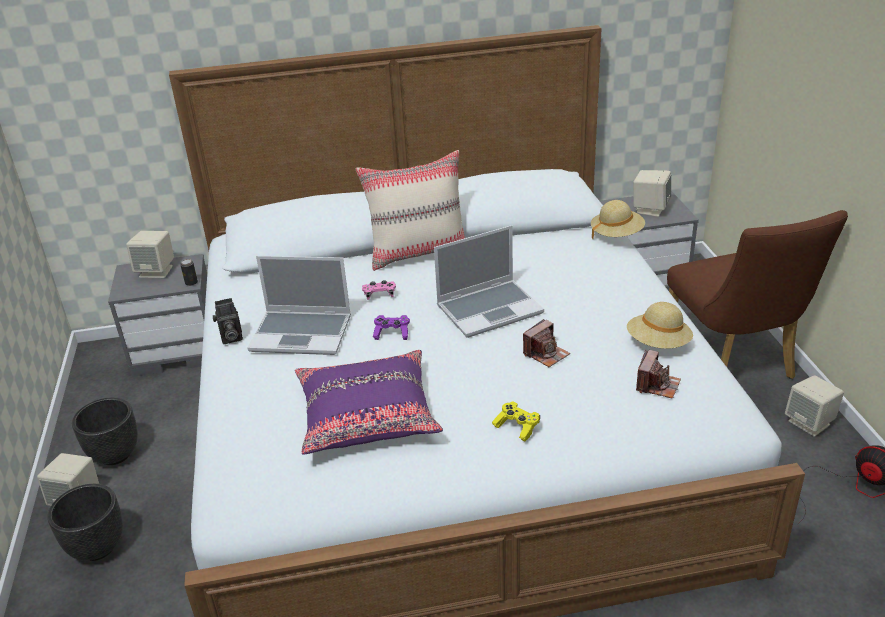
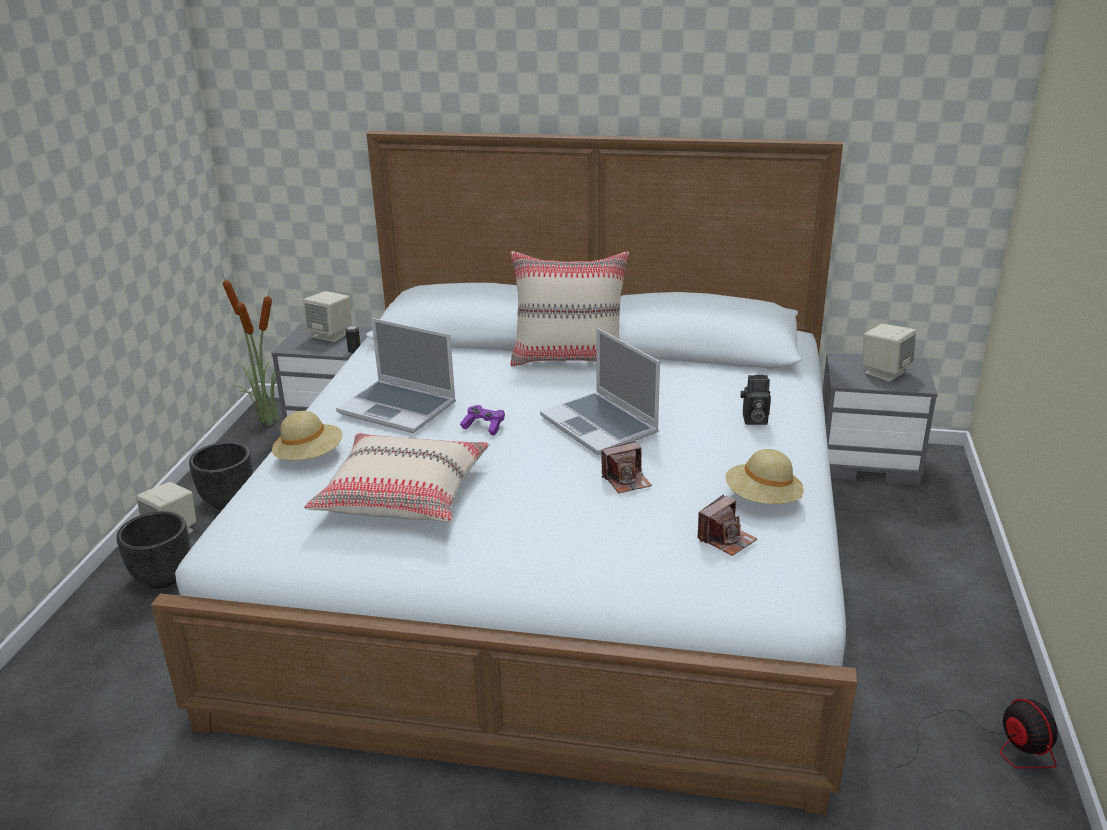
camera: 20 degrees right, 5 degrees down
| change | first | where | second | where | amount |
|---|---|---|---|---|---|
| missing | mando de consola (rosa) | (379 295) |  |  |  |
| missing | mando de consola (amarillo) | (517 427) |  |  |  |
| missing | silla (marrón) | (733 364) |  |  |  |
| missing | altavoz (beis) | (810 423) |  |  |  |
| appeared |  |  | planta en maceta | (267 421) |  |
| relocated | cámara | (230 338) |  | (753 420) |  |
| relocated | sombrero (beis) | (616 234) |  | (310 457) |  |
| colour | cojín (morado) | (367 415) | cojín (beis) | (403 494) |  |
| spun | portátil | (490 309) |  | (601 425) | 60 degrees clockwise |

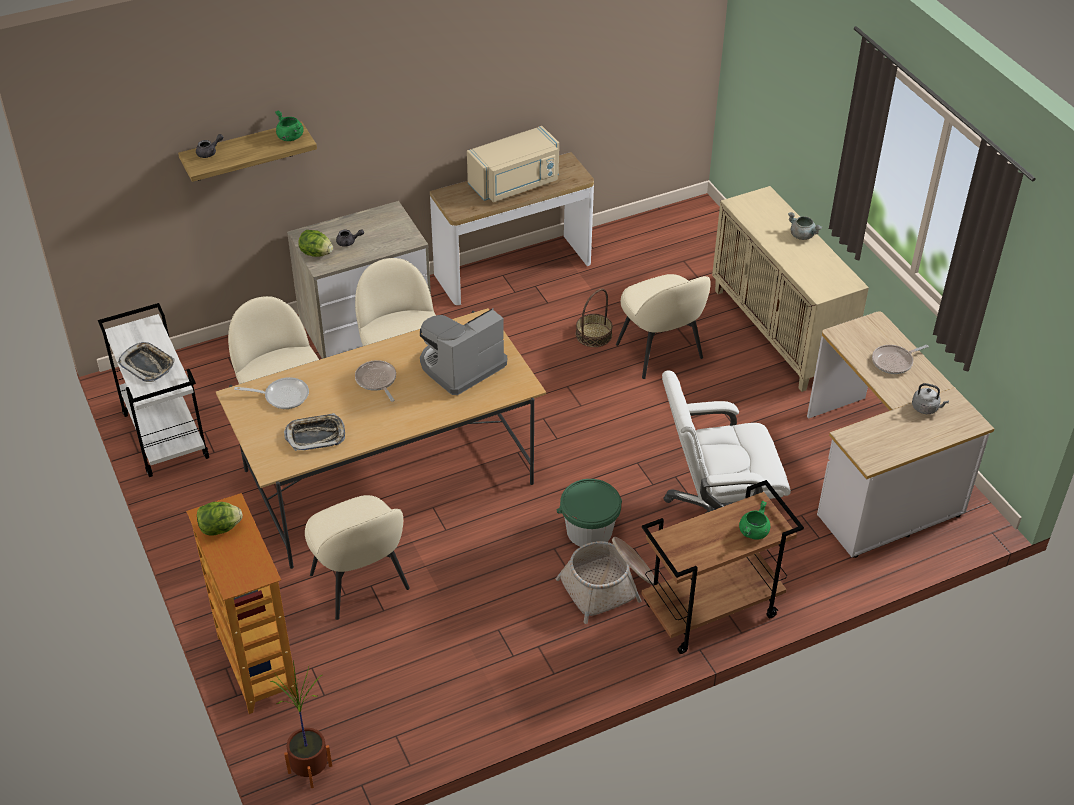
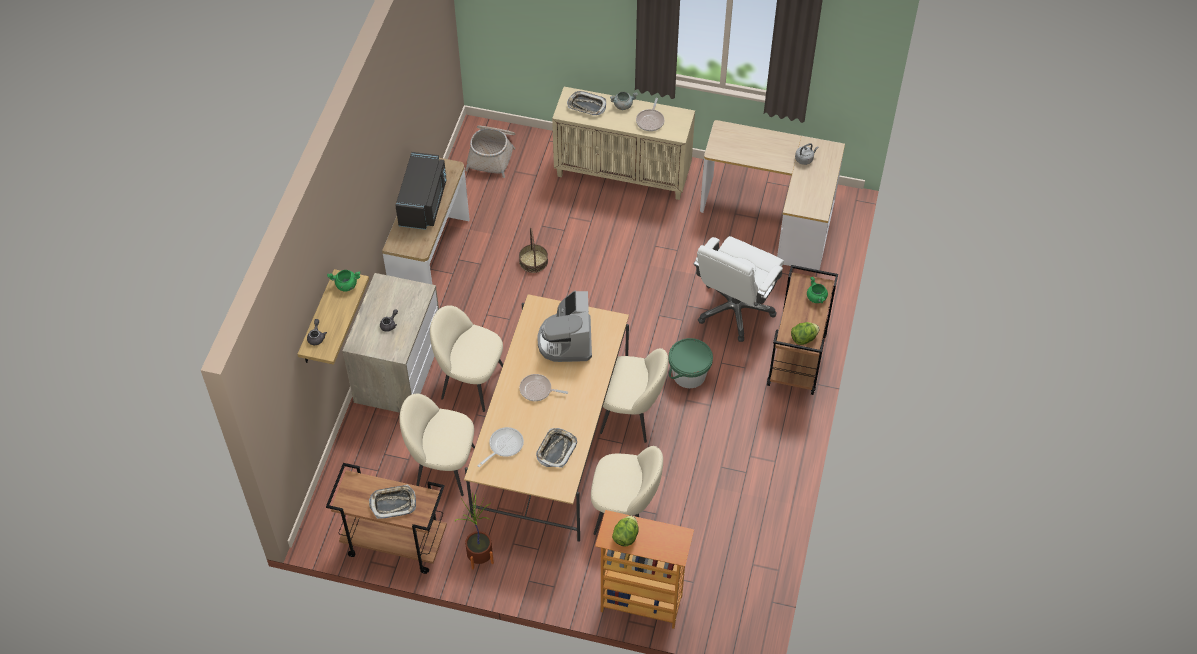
camera: 50 degrees left, 10 degrees up
| change | first | where | second | where | amount |
|---|---|---|---|---|---|
| appeared |  |  | bandeja | (586 106) |  |
| relocated | planta en maceta | (309 769) |  | (480 557) |  |
| relocated | lechuga | (316 253) |  | (803 338) |  |
| relocated | cesta | (608 586) |  | (492 154) |  |
| relocated | silla (beis) | (660 353) |  | (631 415) |  |
| relocated | sartén | (894 362) |  | (650 121) |  |
| colour | carrito (blanco) | (164 435) | carrito (marrón) | (394 544) |  |
| colour | microondas (beis) | (515 184) | microondas (negro) | (424 203) |  |

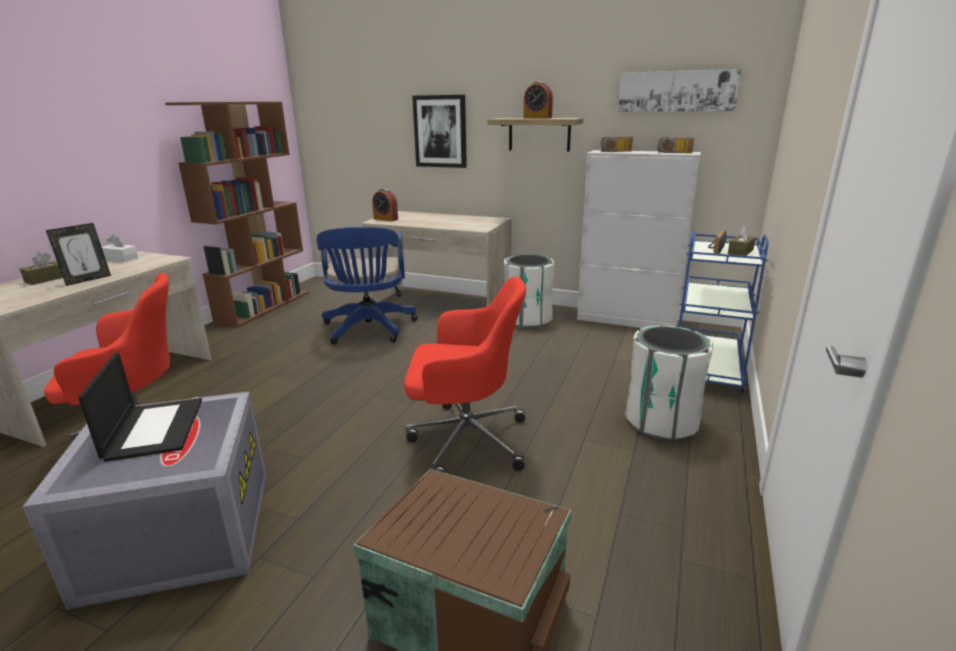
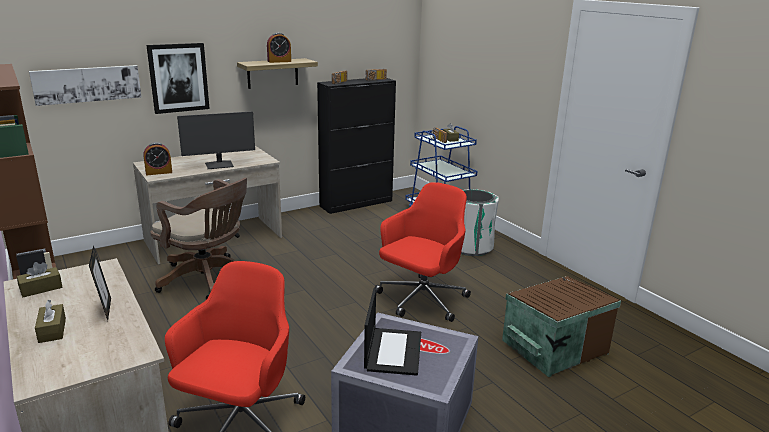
camera: 55 degrees left, 0 degrees up
| change | first | where | second | where | amount |
|---|---|---|---|---|---|
| missing | papelera (blanco) | (527 319) |  |  |  |
| appeared |  |  | monitor | (219 165) |  |
| relocated | cuadro | (677 91) |  | (87 84) |  |
| colour | caja de pañuelos (blanco) | (121 259) | caja de pañuelos (marrón) | (41 288) |  |
| colour | silla de oficina (azul) | (369 330) | silla de oficina (marrón) | (209 280) |  |
| colour | armario (blanco) | (627 320) | armario (negro) | (356 203) |  |
| spun | portátil | (154 428) |  | (392 351) | 75 degrees clockwise |

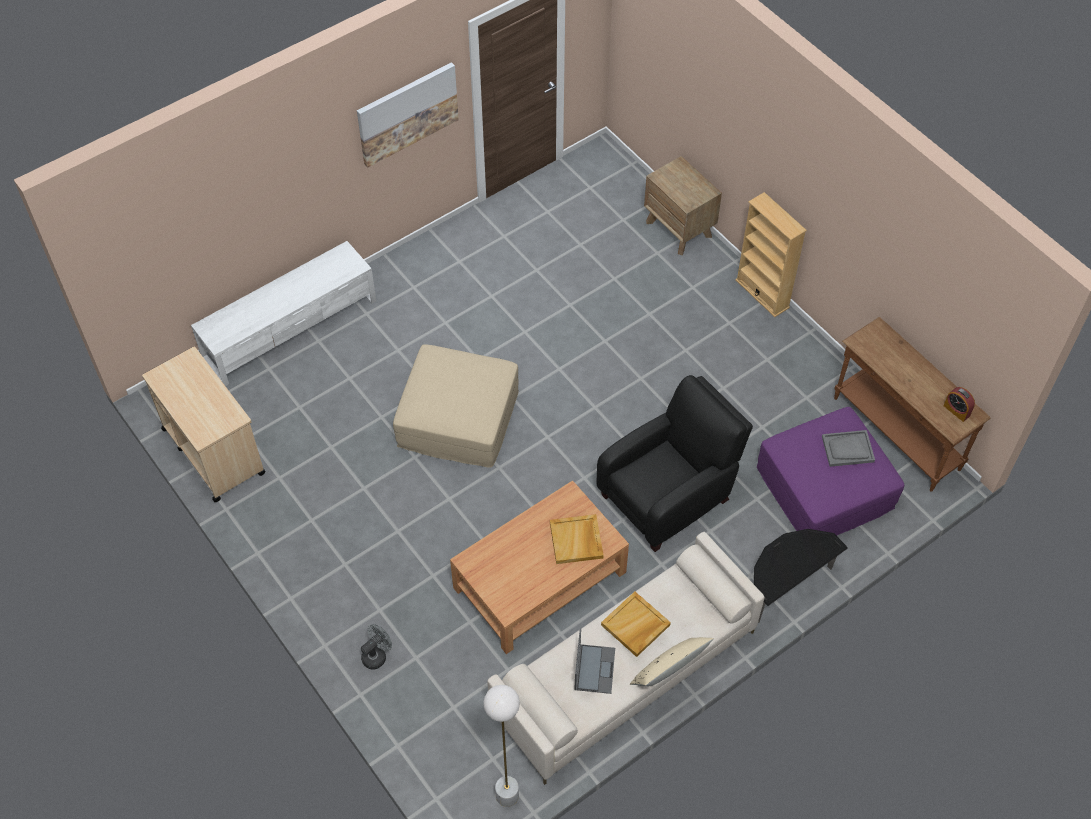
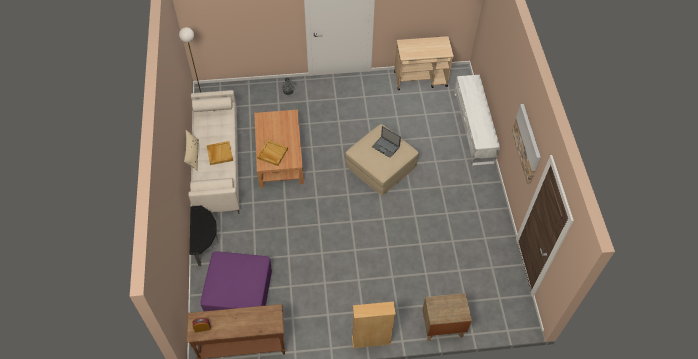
camera: 120 degrees right, 0 degrees up
| change | first | where | second | where | amount |
|---|---|---|---|---|---|
| missing | sillón (negro) | (669 495) |  |  |  |
| missing | bandeja (gris) | (847 449) |  |  |  |
| relocated | portátil | (594 668) |  | (386 147) |  |

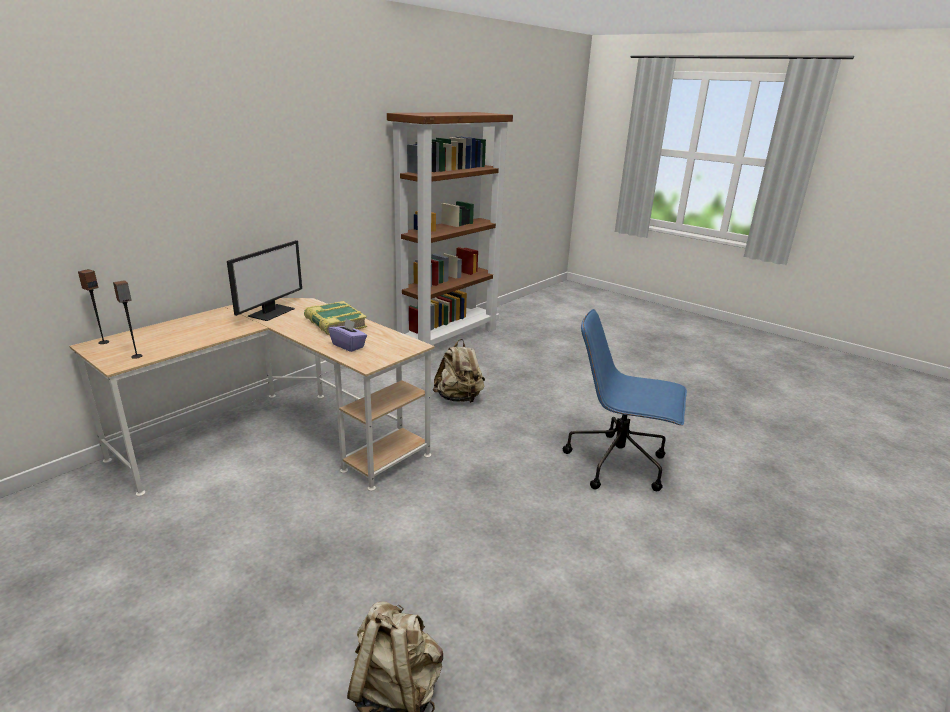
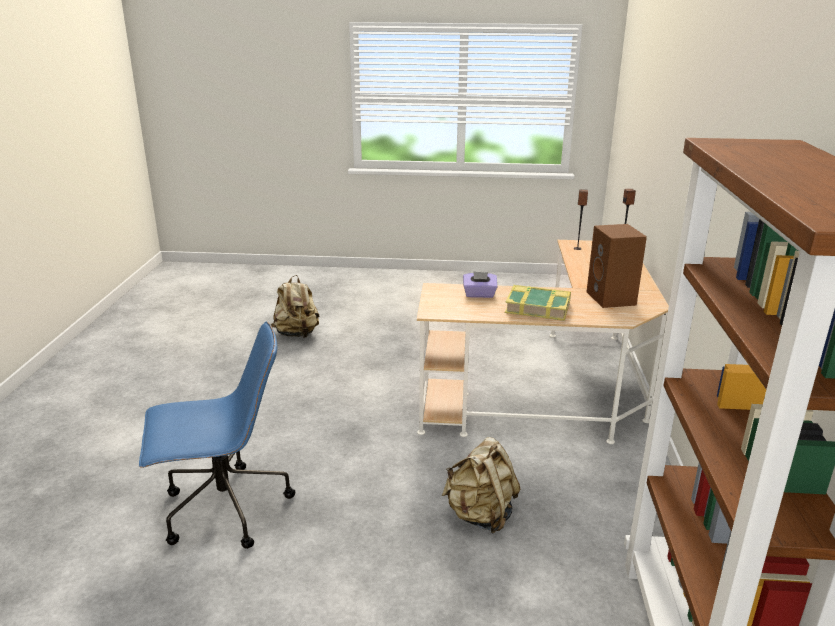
camera: 145 degrees right, 0 degrees up
| change | first | where | second | where | amount |
|---|---|---|---|---|---|
| exchanged | monitor | (271 312) | altavoz (marrón) | (612 299) |  |

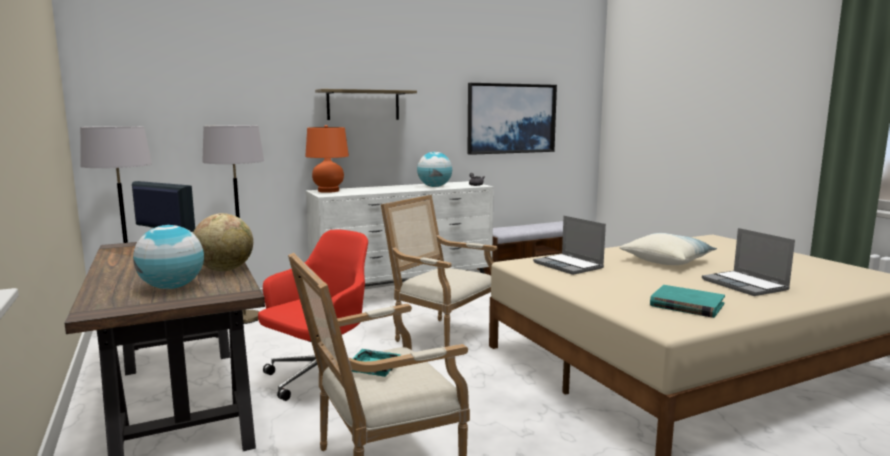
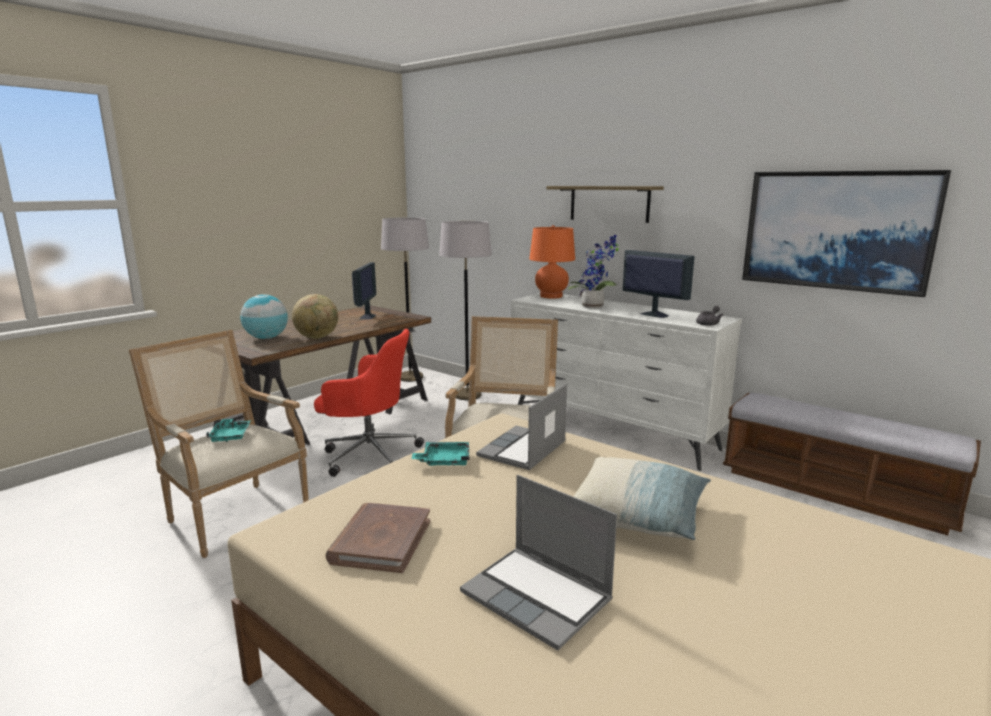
camera: 65 degrees right, 5 degrees up
| change | first | where | second | where | amount |
|---|---|---|---|---|---|
| appeared |  |  | bandeja (turquesa) | (444 461) |  |
| appeared |  |  | planta en maceta | (595 307) |  |
| exchanged | globo terráqueo | (434 186) | monitor | (653 314) |  |
| colour | libro (turquesa) | (686 305) | libro (marrón) | (381 541) |  |
| spun | portátil | (746 285) |  | (539 597) | 90 degrees counterclockwise |

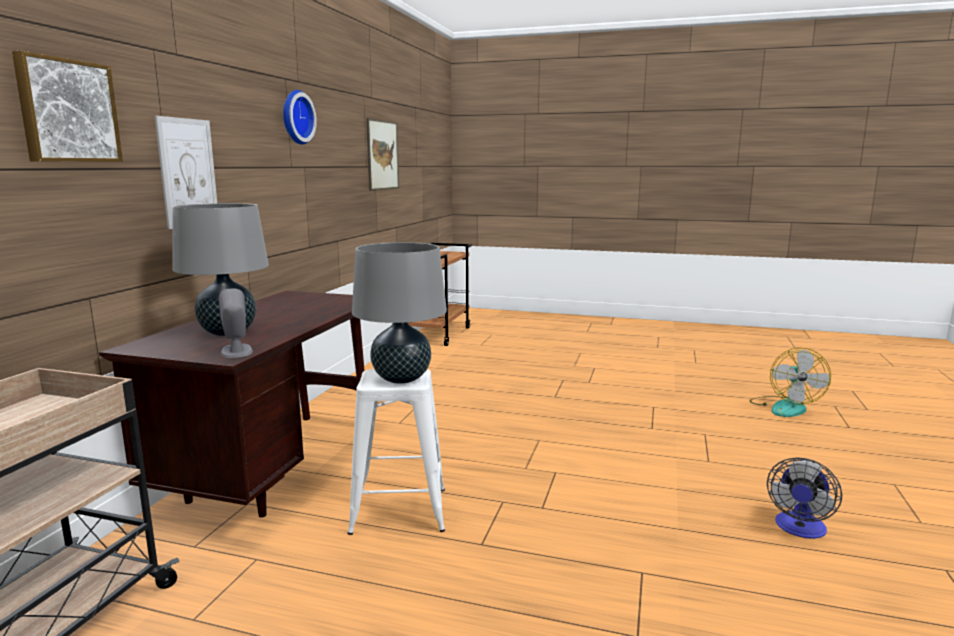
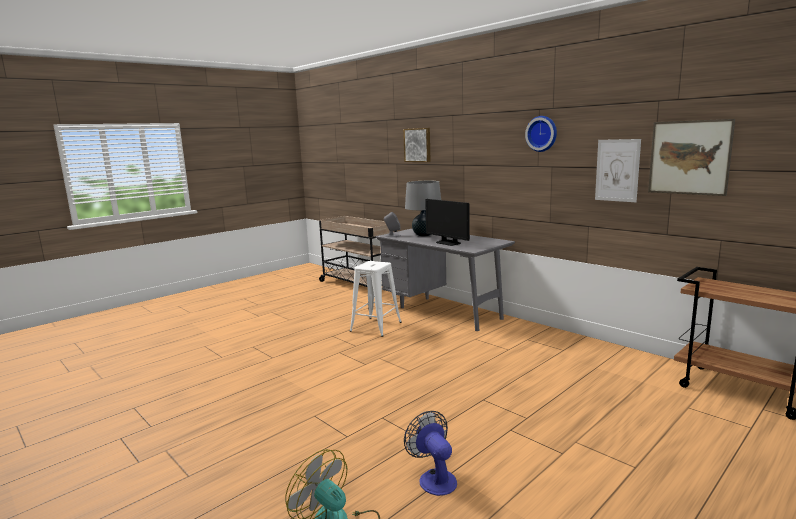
camera: 120 degrees right, 0 degrees up
| change | first | where | second | where | amount |
|---|---|---|---|---|---|
| missing | lámpara de mesa (gris) | (401 378) |  |  |  |
| appeared |  |  | monitor | (448 243) |  |
| relocated | cuadro | (188 173) |  | (617 170) |  |
| relocated | ventilador | (799 529) |  | (434 478) |  |
| colour | escritorio (marrón) | (277 467) | escritorio (gris) | (443 311) |  |

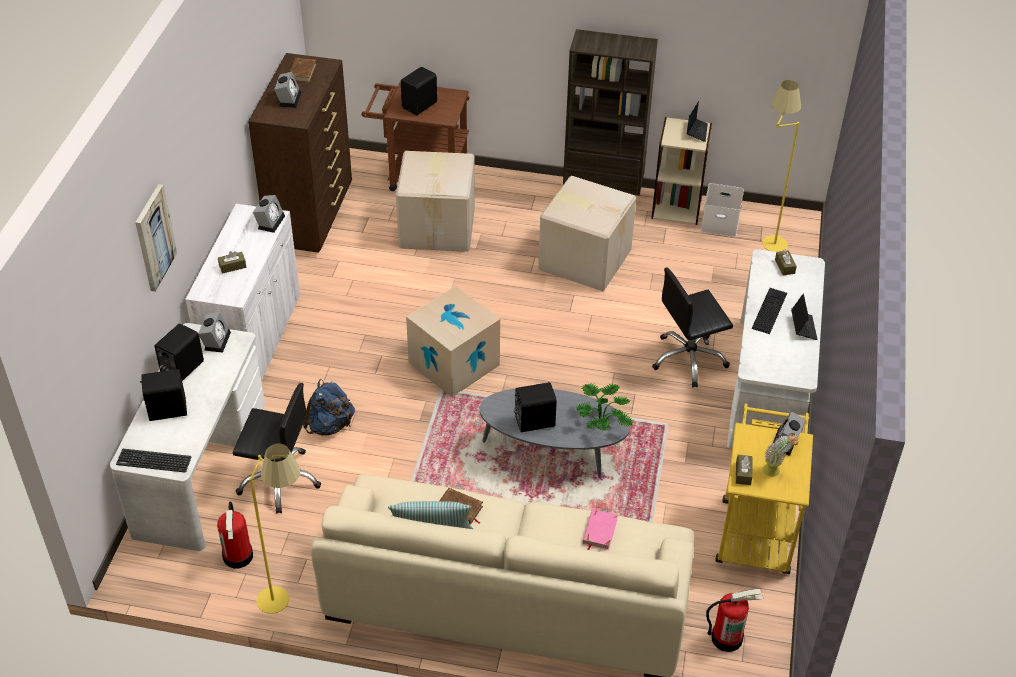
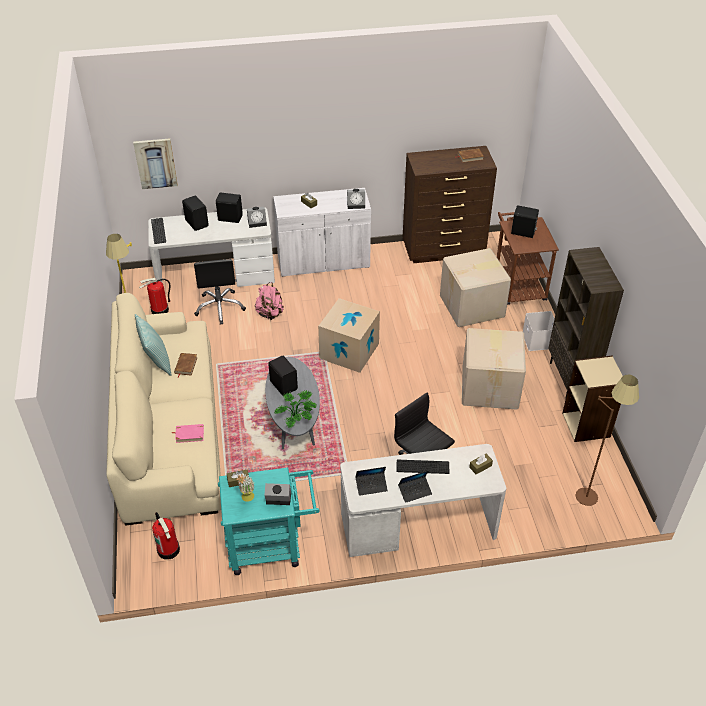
camera: 70 degrees right, 0 degrees up
| change | first | where | second | where | amount |
|---|---|---|---|---|---|
| missing | despertador | (288 98) |  |  |  |
| relocated | cuadro | (154 237) |  | (156 163) |  |
| relocated | portátil | (696 131) |  | (371 486) |  |
| relocated | caja de almacenaje (blanco) | (721 223) |  | (538 341) |  |
| colour | mochila (azul) | (329 425) | mochila (rosa) | (270 314) |  |
| colour | carrito (amarillo) | (755 528) | carrito (turquesa) | (271 546) |  |
| colour | lámpara de pie (amarillo) | (767 237) | lámpara de pie (marrón) | (591 490) |  |

